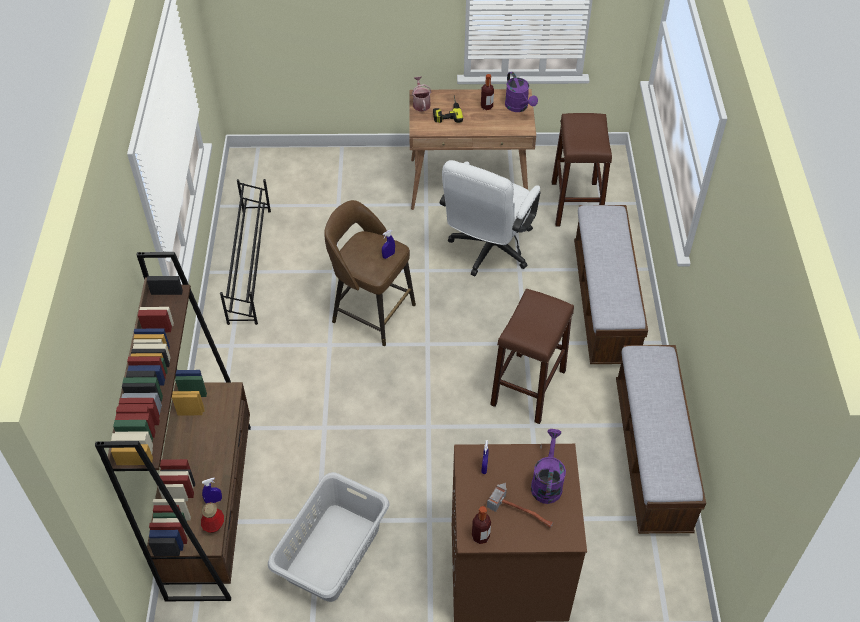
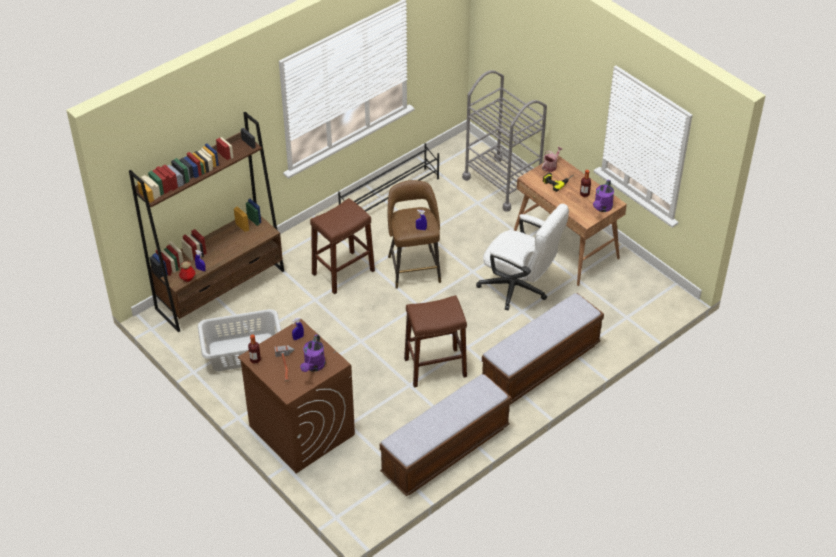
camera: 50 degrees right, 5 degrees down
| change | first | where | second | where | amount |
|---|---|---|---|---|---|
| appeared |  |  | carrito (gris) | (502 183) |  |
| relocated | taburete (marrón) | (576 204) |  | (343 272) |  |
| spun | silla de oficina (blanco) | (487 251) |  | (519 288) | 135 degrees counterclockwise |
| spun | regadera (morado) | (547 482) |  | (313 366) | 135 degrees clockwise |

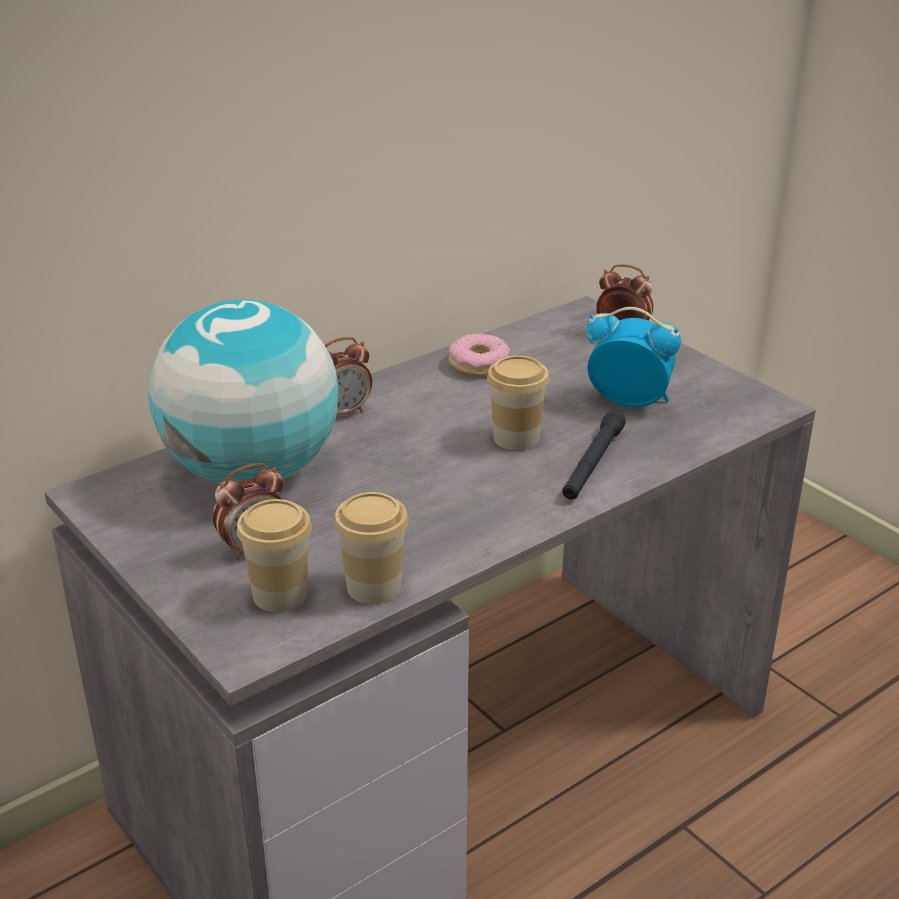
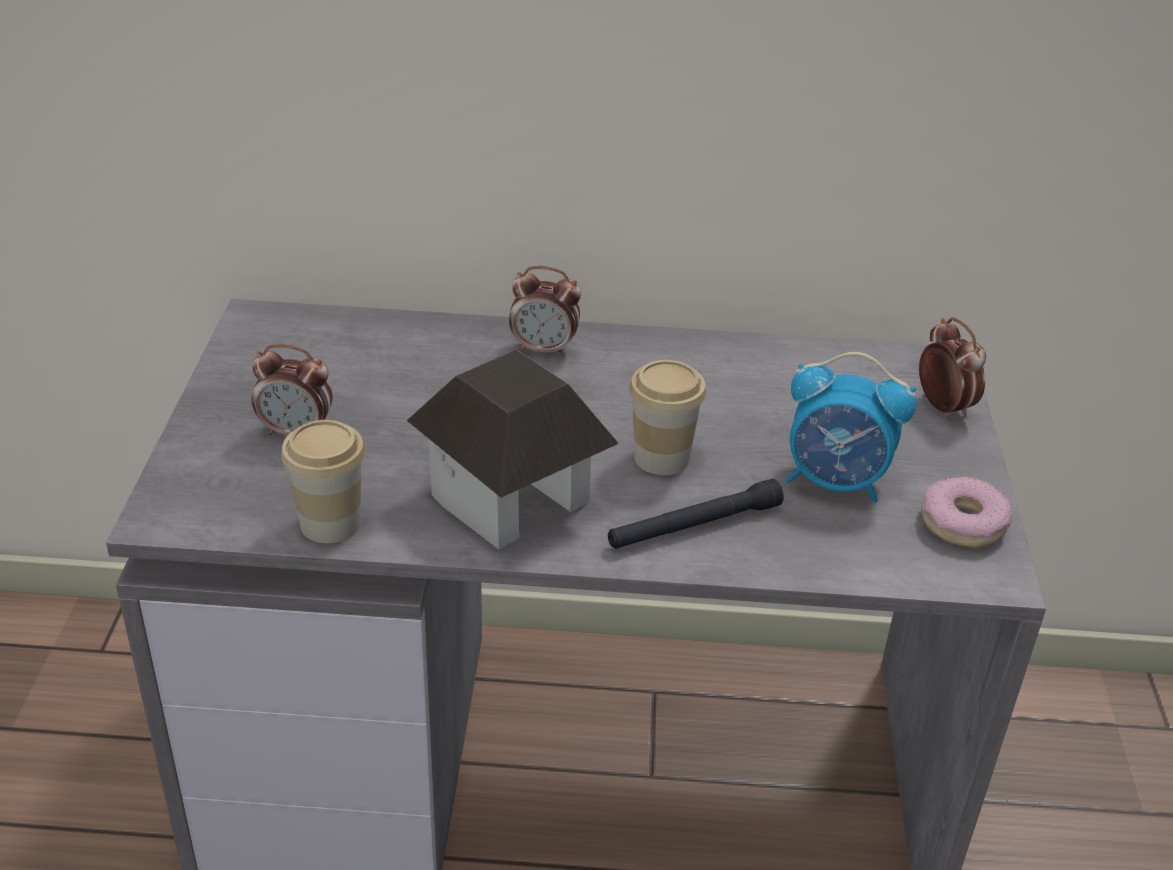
camera: 40 degrees right, 5 degrees up
| change | first | where | second | where | amount |
|---|---|---|---|---|---|
| missing | globo terráqueo | (252 472) |  |  |  |
| missing | taza | (280 594) |  |  |  |
| appeared |  |  | casita | (511 499) |  |
| relocated | rosquilla | (478 364) |  | (962 522) |  |
| spun | despertador | (629 401) |  | (836 482) | 135 degrees clockwise |

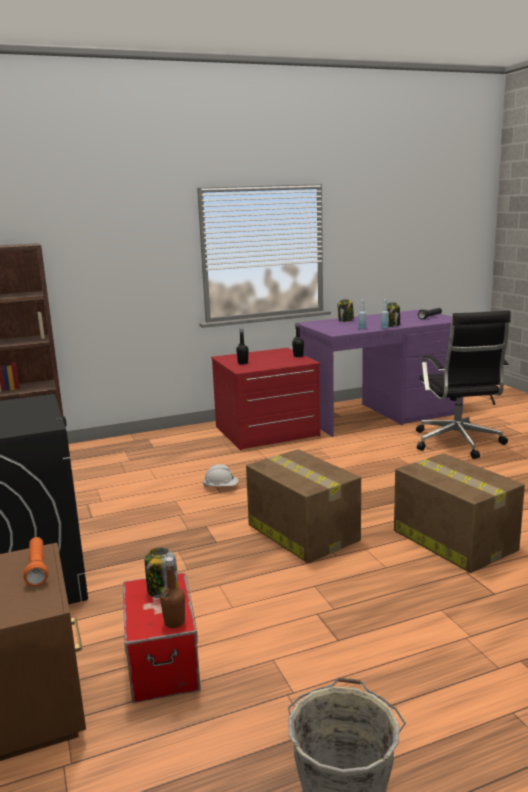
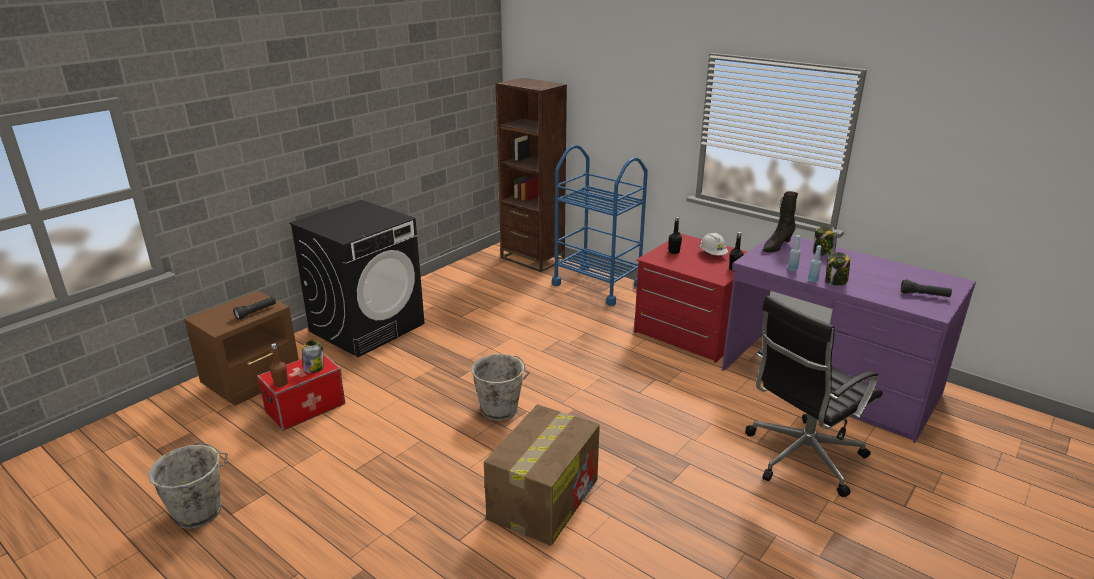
camera: 60 degrees right, 10 degrees up
| change | first | where | second | where | amount |
|---|---|---|---|---|---|
| appeared |  |  | carrito (azul) | (597 285) |  |
| appeared |  |  | bota (negro) | (776 247) |  |
| relocated | casco (blanco) | (221 487) |  | (712 254) |  |
| exchanged | caja de cartón | (302 532) | cubo (gris) | (500 410) |  |
| colour | linterna (naranja) | (37 568) | linterna (negro) | (256 312) |  |

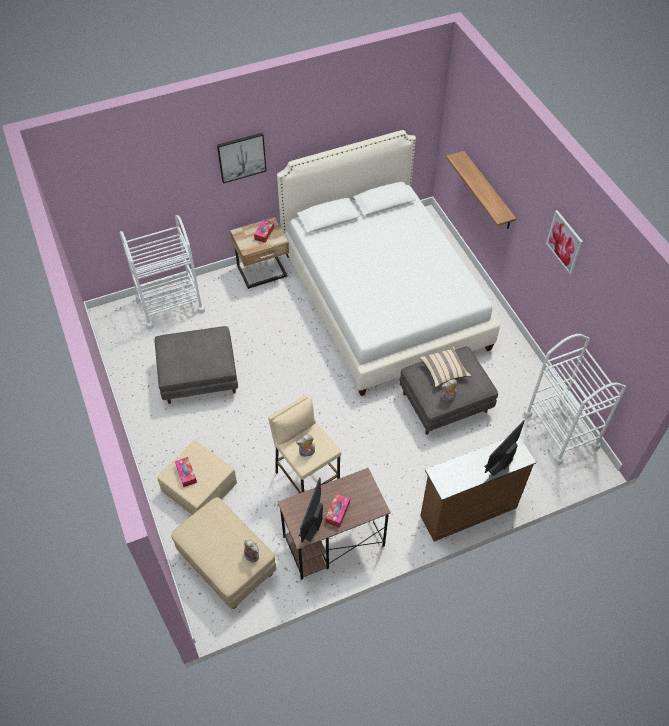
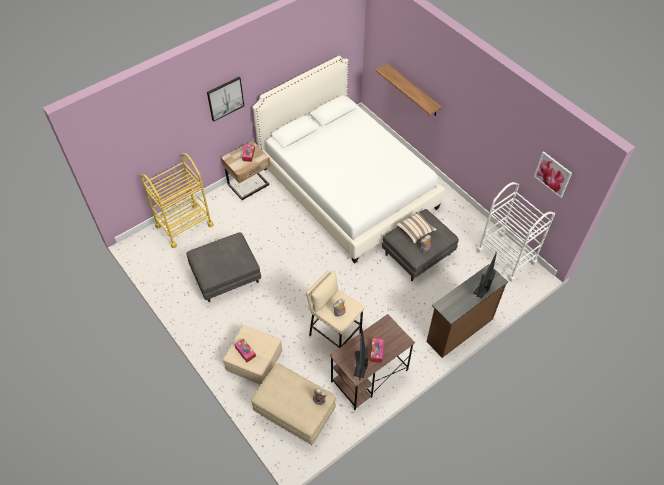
camera: 15 degrees left, 0 degrees up
| change | first | where | second | where | amount |
|---|---|---|---|---|---|
| relocated | cuadro | (564 242) |  | (552 174) |  |
| colour | carrito (blanco) | (170 305) | carrito (amarillo) | (184 225) |  |

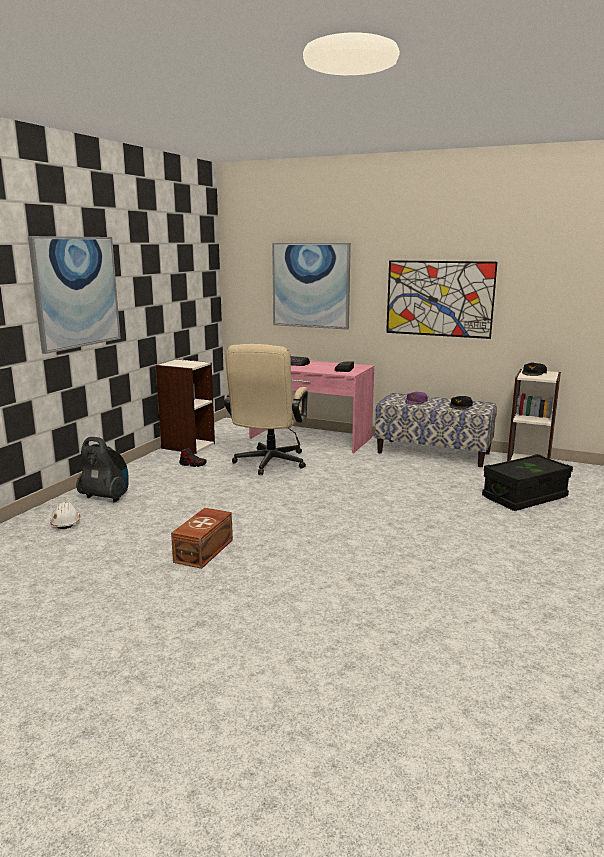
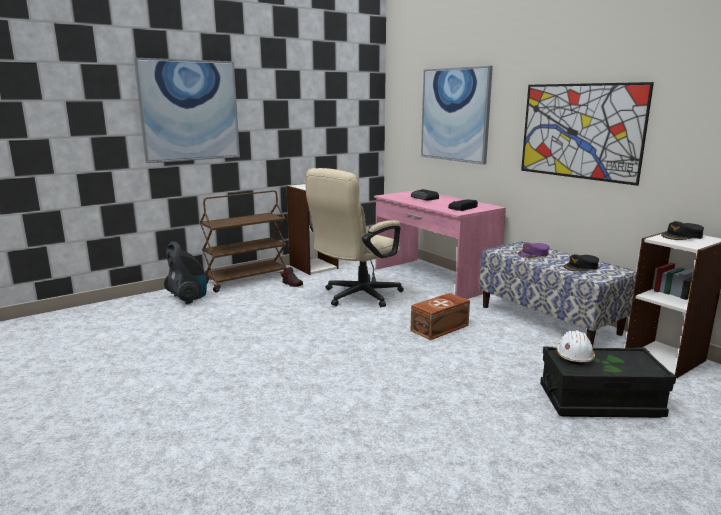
camera: 30 degrees right, 0 degrees up
| change | first | where | second | where | amount |
|---|---|---|---|---|---|
| appeared |  |  | carrito (marrón) | (246 280) |  |
| relocated | casco (blanco) | (66 522) |  | (574 356) |  |
| relocated | caja de almacenaje (marrón) | (205 550) |  | (441 328) |  |

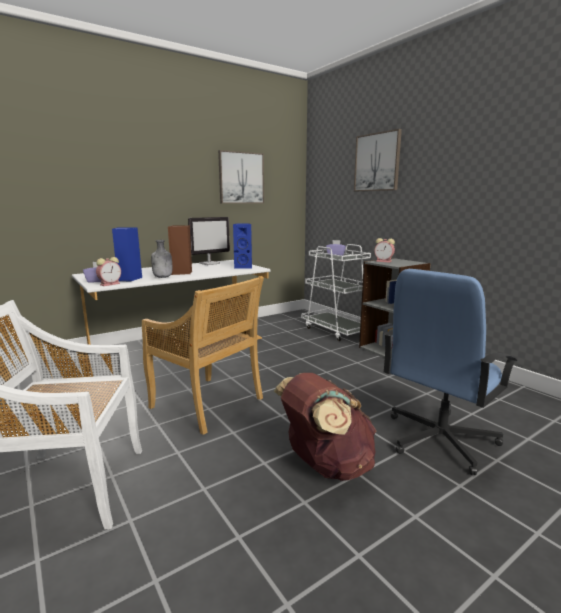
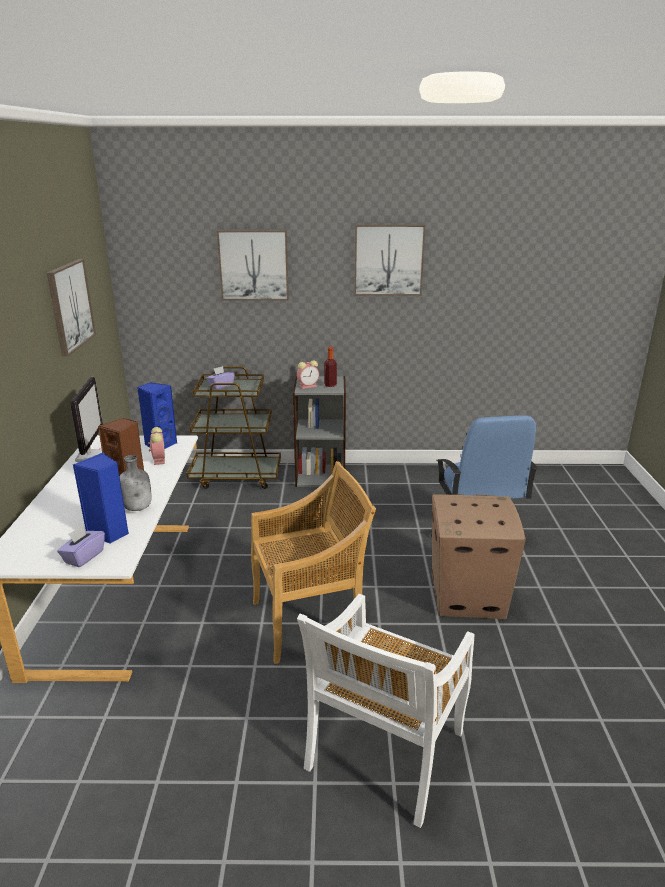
camera: 55 degrees left, 10 degrees up
| change | first | where | second | where | amount |
|---|---|---|---|---|---|
| appeared |  |  | botella | (330 385) |  |
| appeared |  |  | cuadro | (388 260) |  |
| relocated | despertador | (110 284) |  | (159 459) |  |
| exchanged | mochila (marrón) | (326 466) | caja de cartón | (466 596) |  |
| colour | carrito (blanco) | (336 330) | carrito (marrón) | (236 476) |  |

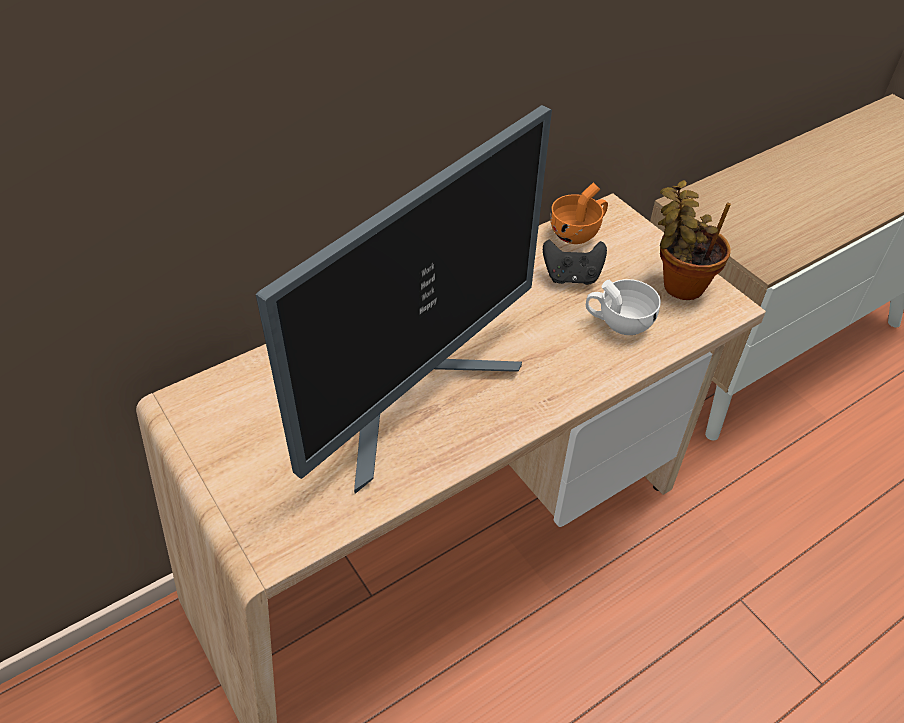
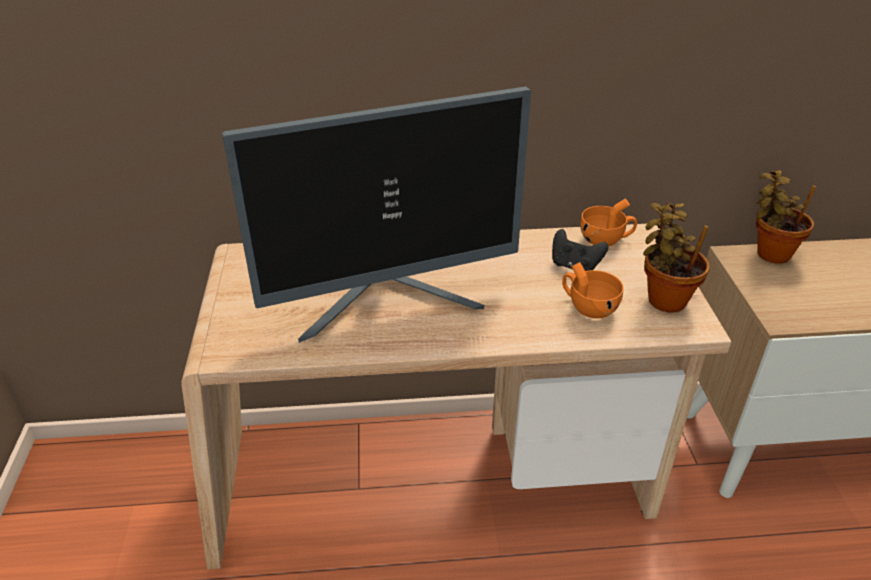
camera: 30 degrees right, 10 degrees down
| change | first | where | second | where | amount |
|---|---|---|---|---|---|
| appeared |  |  | planta en maceta | (769 252) |  |
| colour | taza (blanco) | (618 322) | taza (naranja) | (587 307) |  |

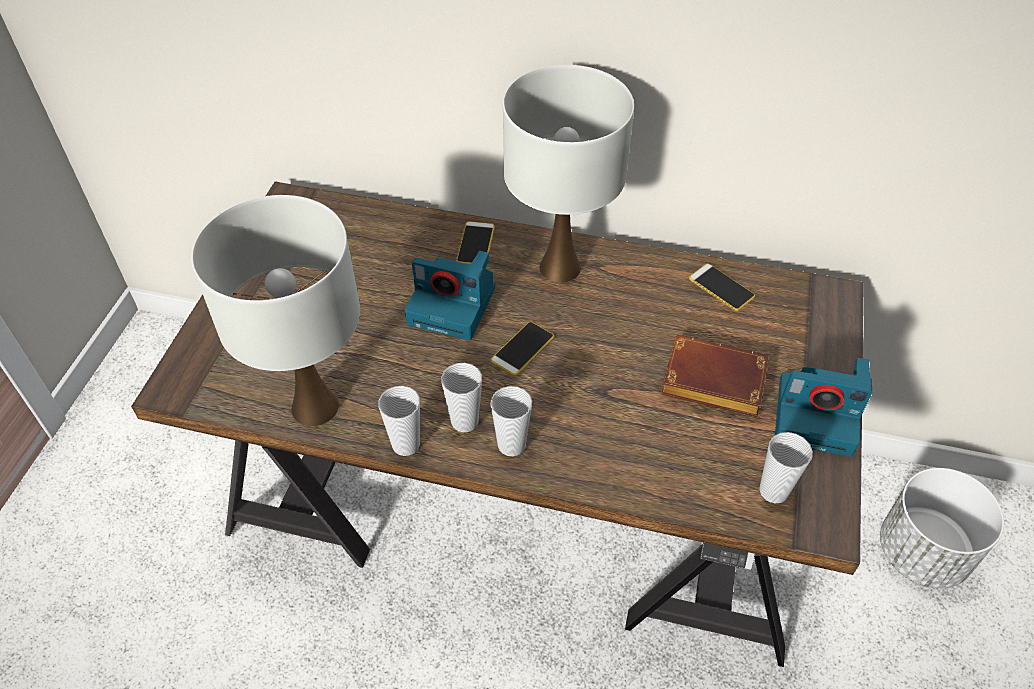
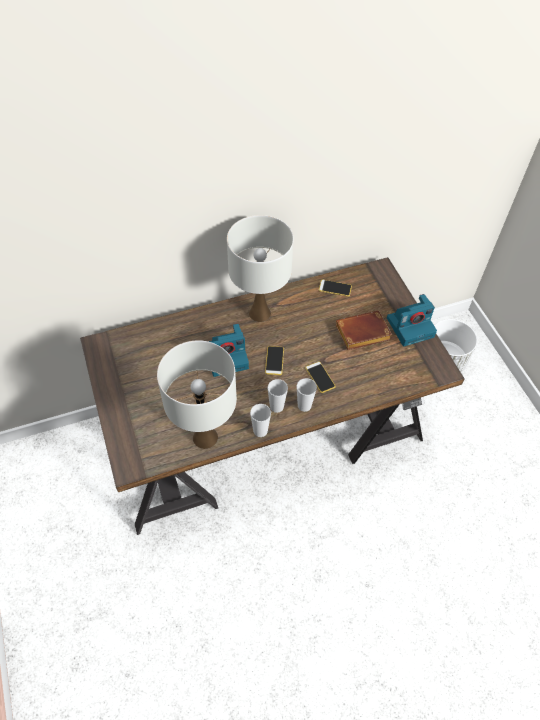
camera: 35 degrees left, 5 degrees up
| change | first | where | second | where | amount |
|---|---|---|---|---|---|
| missing | taza | (773 491) |  |  |  |
| relocated | móvil | (475 244) |  | (320 377) |  |

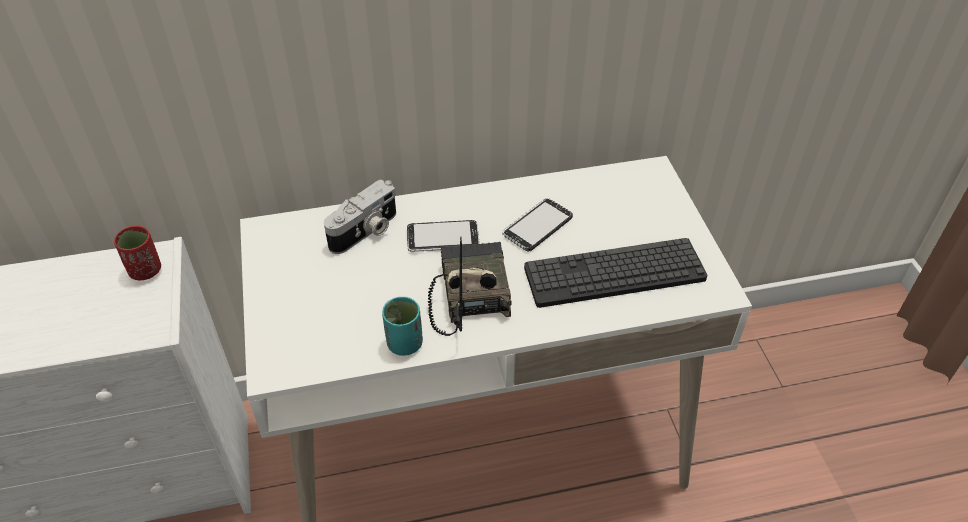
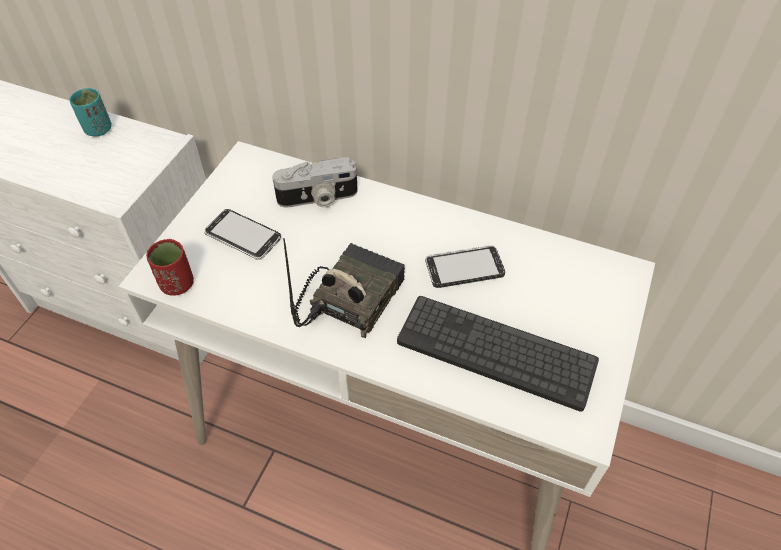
camera: 35 degrees right, 5 degrees up
| change | first | where | second | where | amount |
|---|---|---|---|---|---|
| relocated | taza (rojo) | (145 270) |  | (177 284) |  |
| relocated | taza (turquesa) | (404 344) |  | (98 129) |  |
| relocated | móvil | (443 238) |  | (243 236) |  |

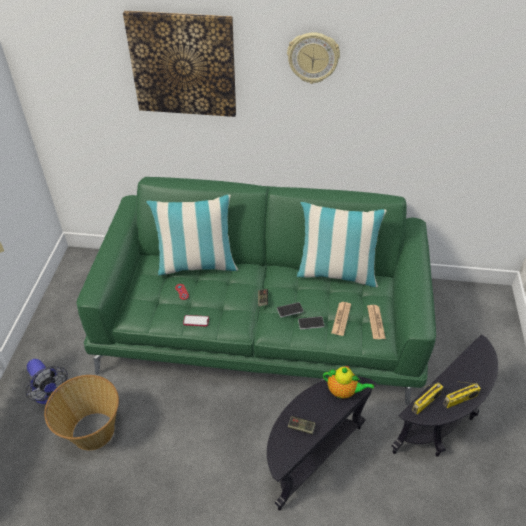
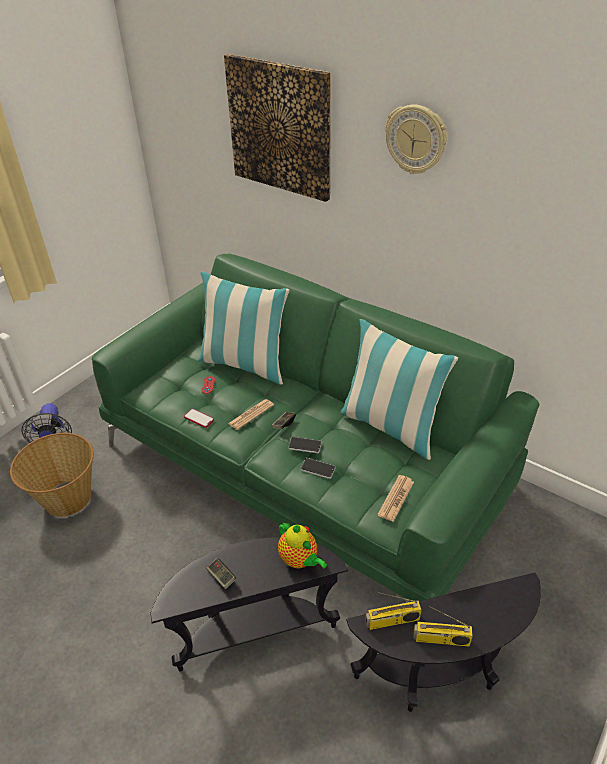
camera: 30 degrees right, 5 degrees down
| change | first | where | second | where | amount |
|---|---|---|---|---|---|
| relocated | periódico | (341 319) |  | (251 414) |  |

